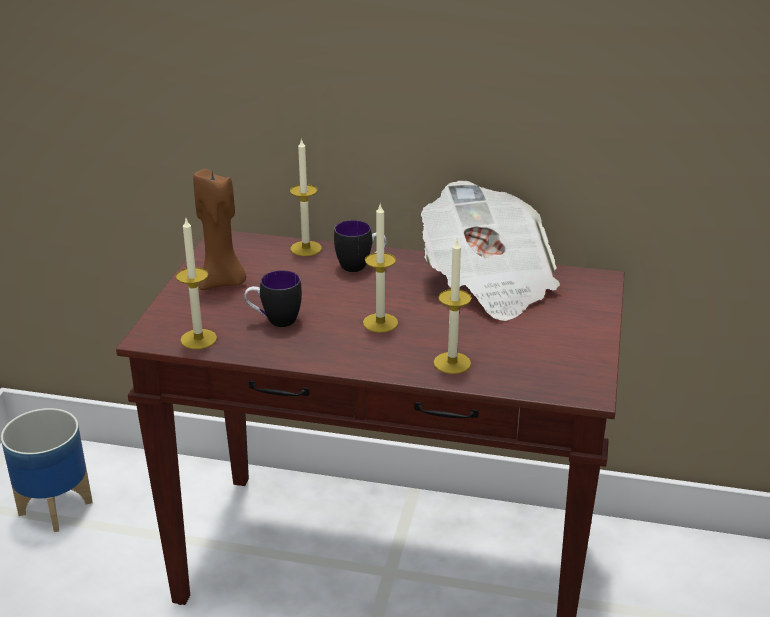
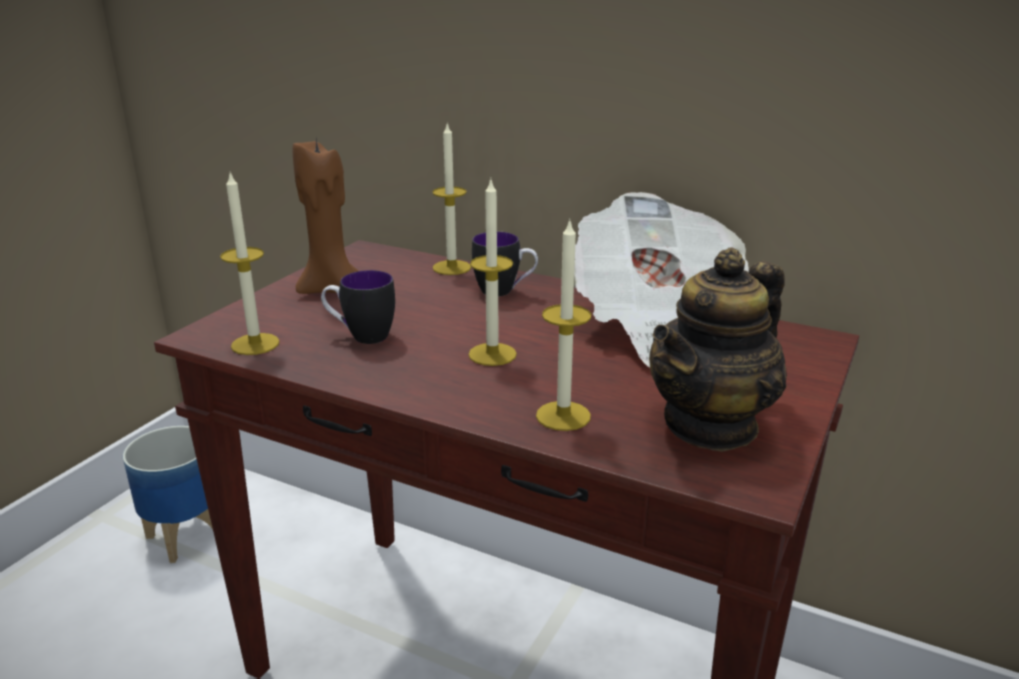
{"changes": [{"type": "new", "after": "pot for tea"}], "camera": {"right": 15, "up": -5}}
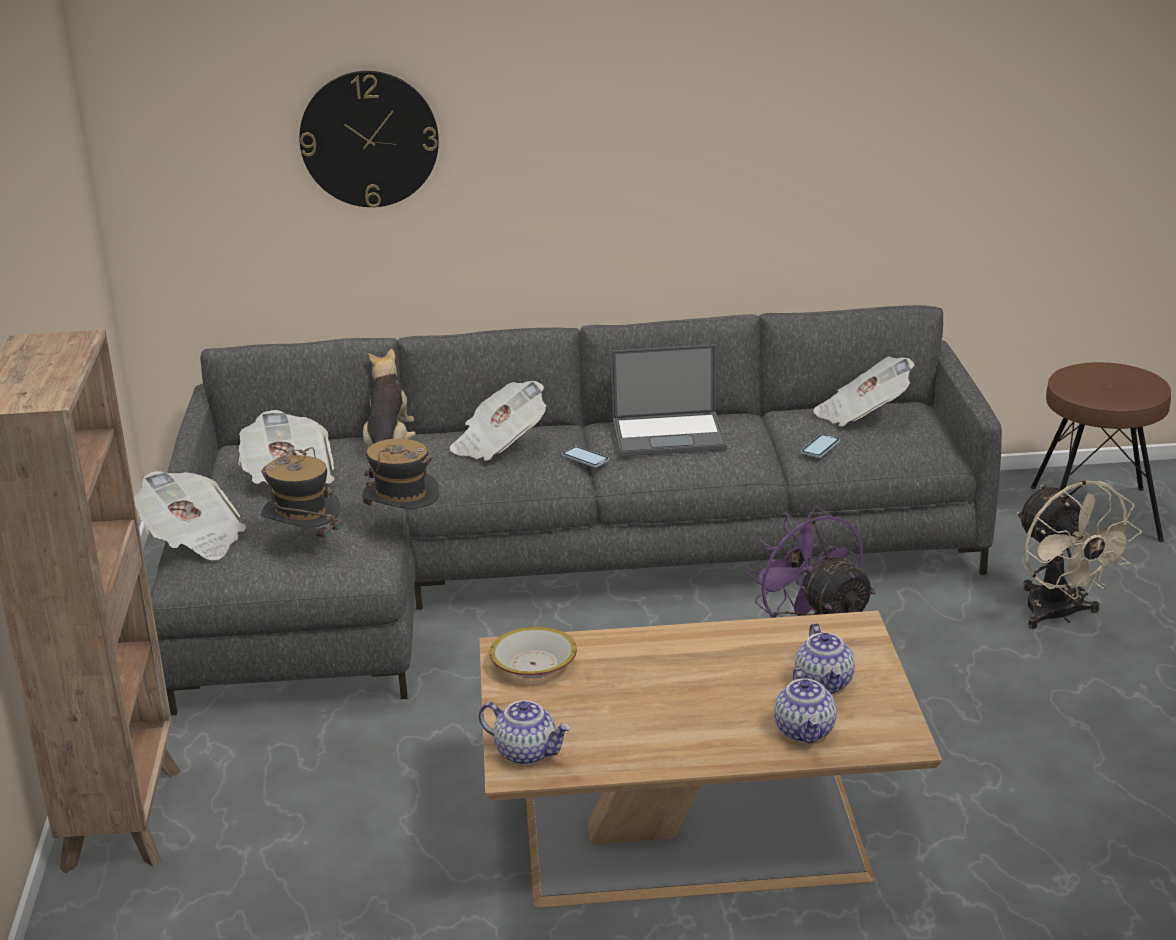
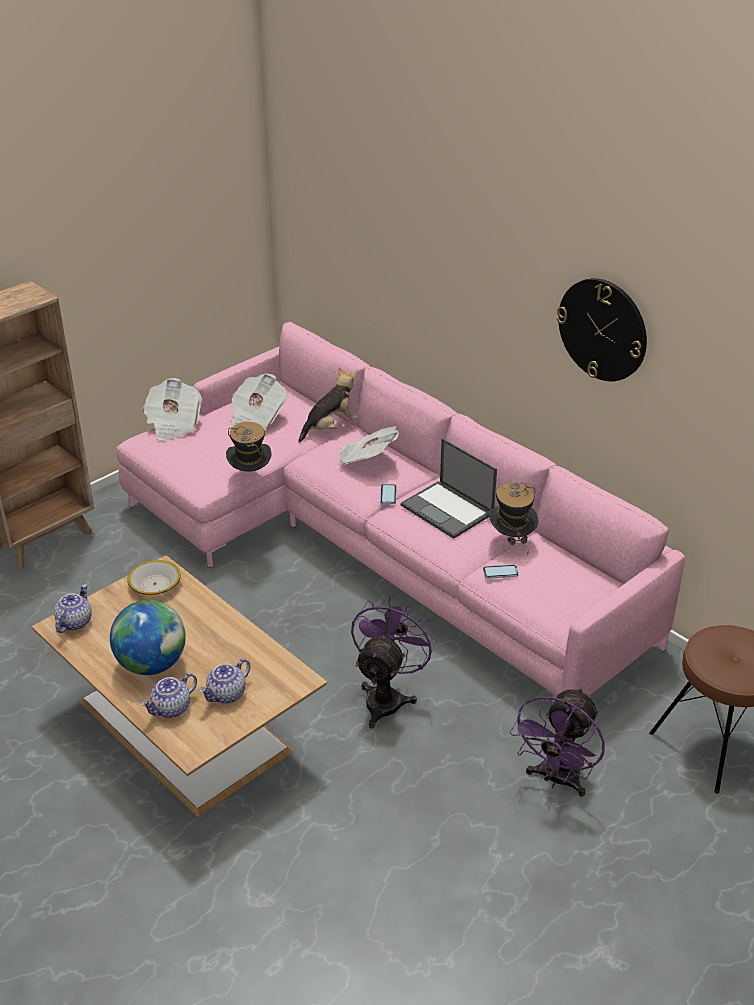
{"changes": [{"type": "shifted", "before": "clock on the wall"}, {"type": "repainted", "before": "couch (gray)", "after": "couch (pinkish)"}, {"type": "gone", "before": "daily paper (no. 4 from left)"}, {"type": "shifted", "before": "clothing hat (no. 1 from left in the first image)", "after": "clothing hat (no. 2 from left)"}, {"type": "repainted", "before": "cooling fan (beige-coloured)", "after": "cooling fan (purple) (no. 2 from left)"}, {"type": "rotated", "before": "pot for tea (no. 1 from left)", "turn": -150}, {"type": "new", "after": "globe"}], "camera": {"right": 50, "up": 10}}
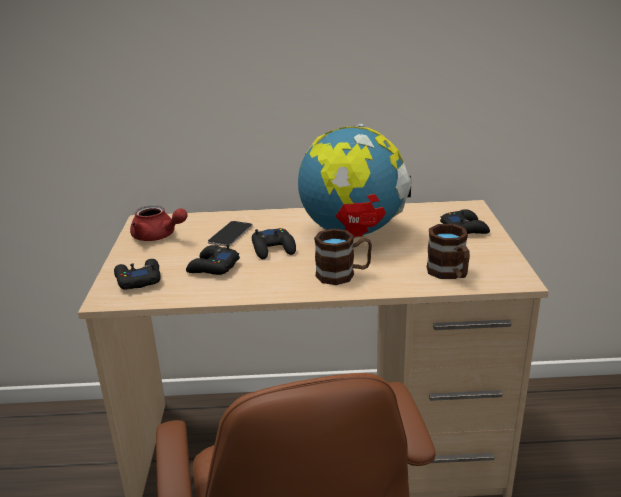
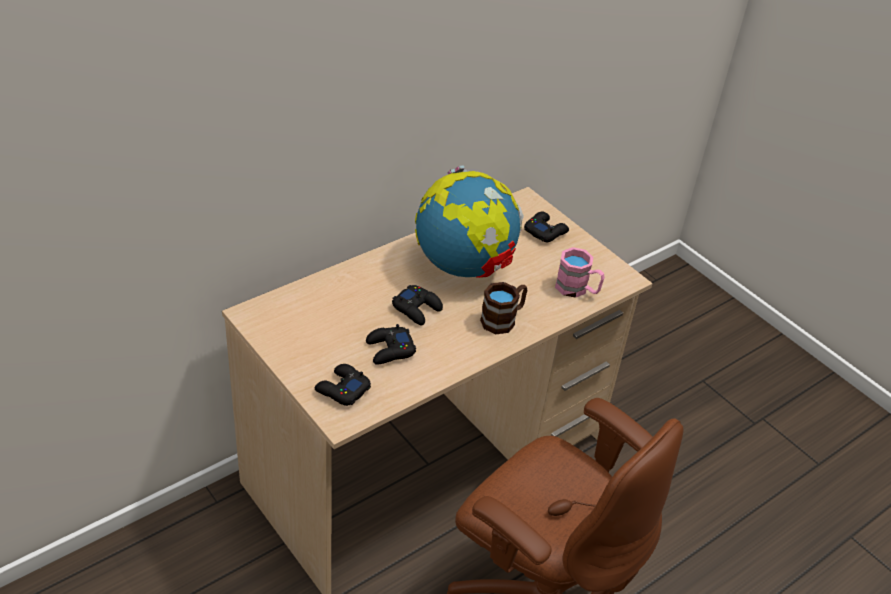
{"changes": [{"type": "gone", "before": "pot for tea (red-coloured)"}, {"type": "gone", "before": "handset"}, {"type": "repainted", "before": "tea mug (brownish) (no. 2 from left)", "after": "tea mug (pinkish)"}], "camera": {"right": -40, "up": 15}}
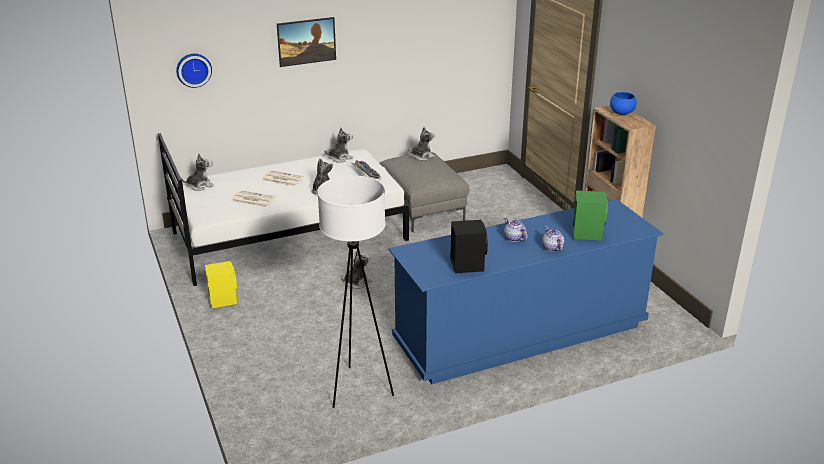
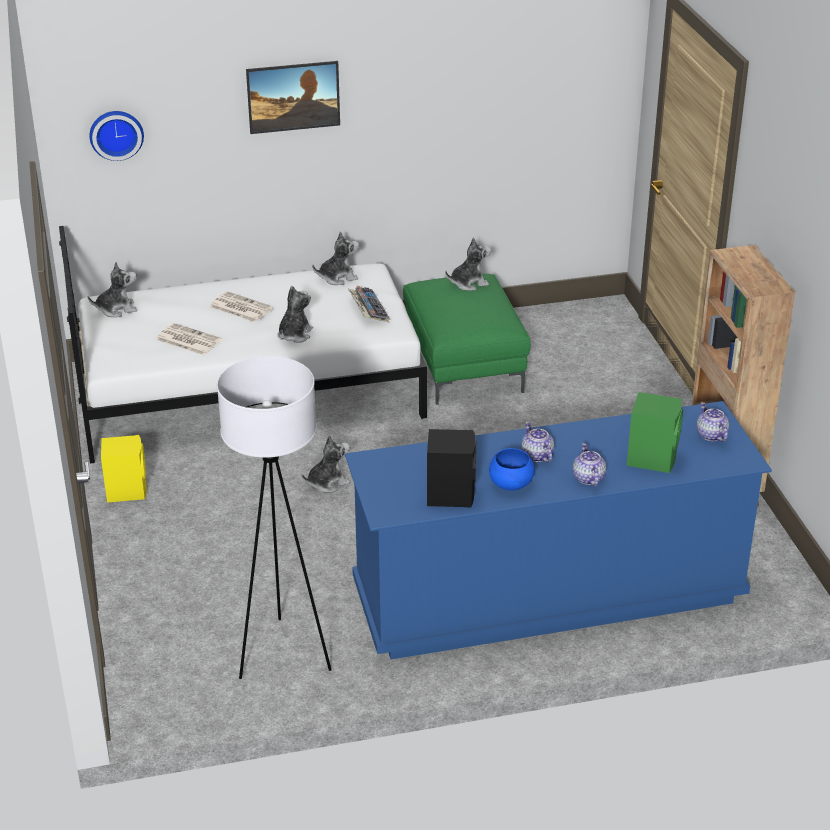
{"changes": [{"type": "shifted", "before": "deep dish (blue)"}, {"type": "repainted", "before": "footrest (gray)", "after": "footrest (green-coloured)"}, {"type": "new", "after": "pot for tea (no. 3 from left)"}], "camera": {"right": 10, "up": 5}}
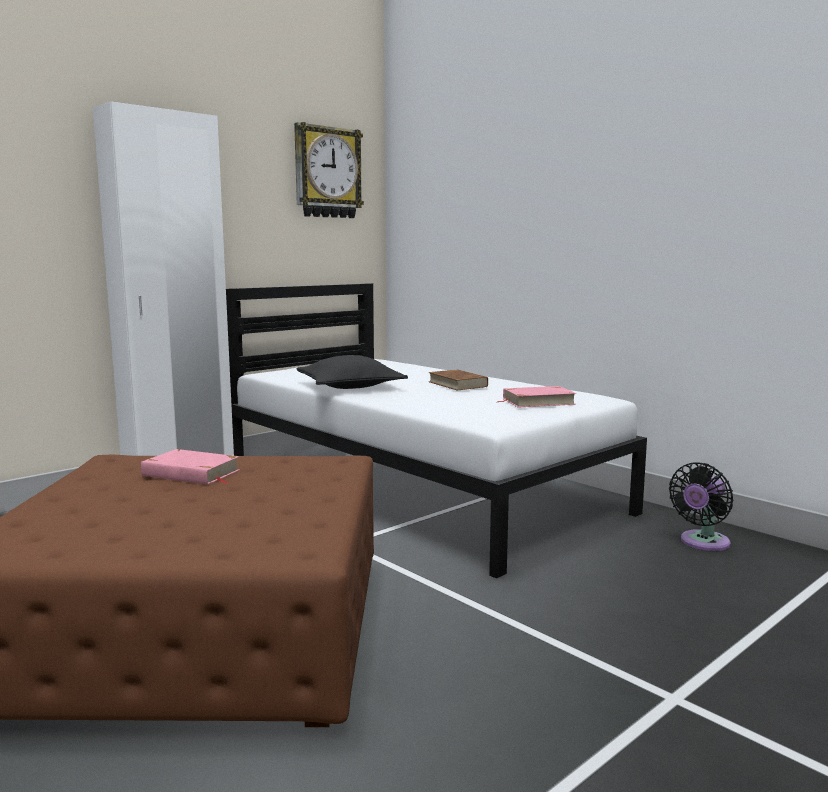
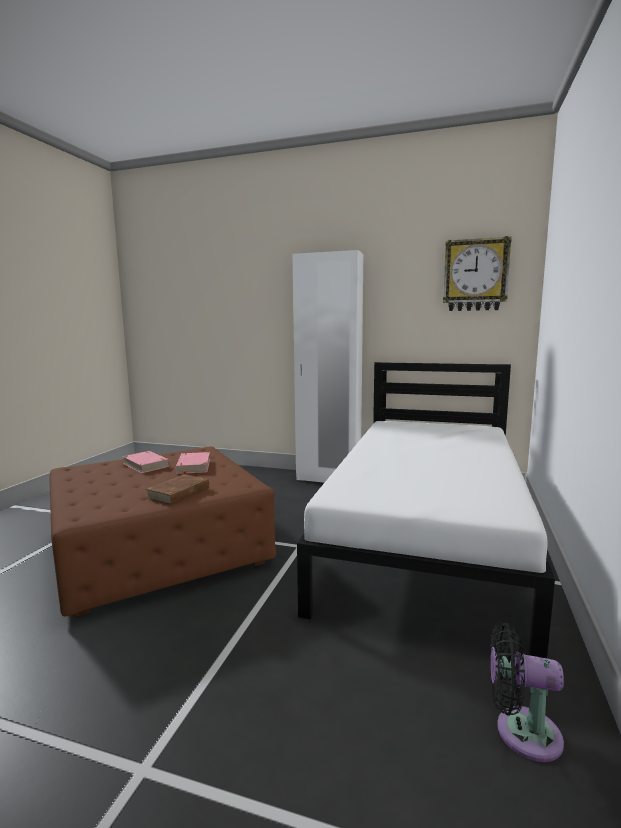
{"changes": [{"type": "gone", "before": "throw pillow (black-coloured)"}, {"type": "shifted", "before": "bound book (brownish)"}, {"type": "shifted", "before": "bound book (pinkish) (no. 2 from left in the first image)", "after": "bound book (pinkish) (no. 1 from left)"}], "camera": {"right": 60, "up": 0}}
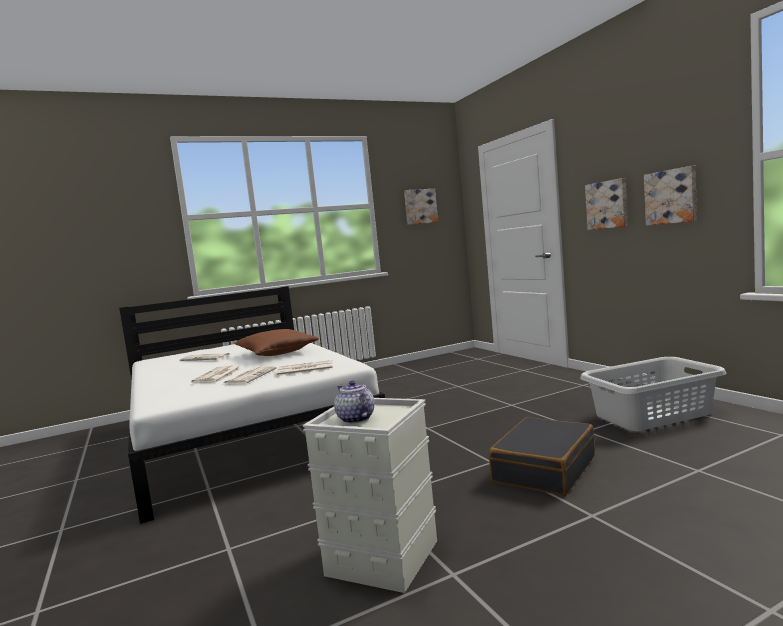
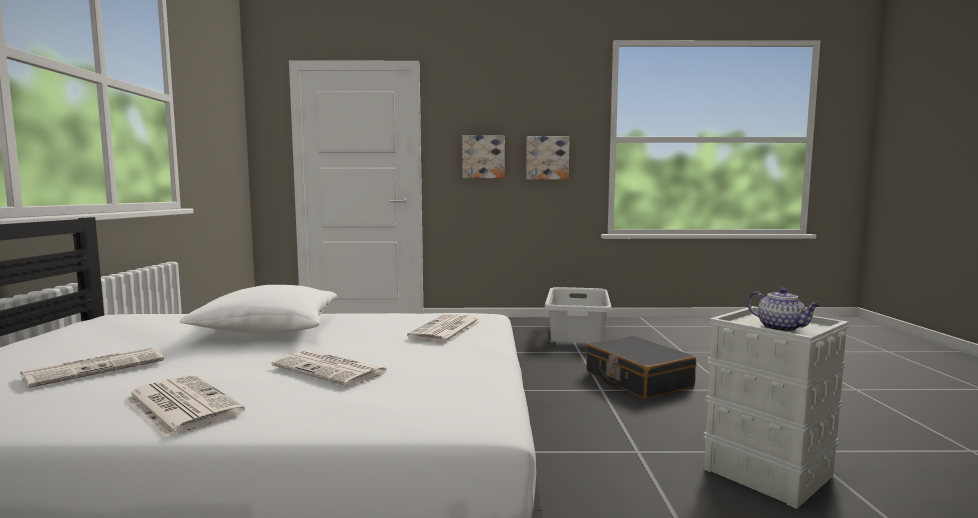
{"changes": [{"type": "gone", "before": "picture (no. 1 from left)"}, {"type": "repainted", "before": "throw pillow (brownish)", "after": "throw pillow (white)"}, {"type": "shifted", "before": "daily paper (no. 3 from left in the first image)", "after": "daily paper (no. 2 from left)"}, {"type": "rotated", "before": "pot for tea", "turn": -120}], "camera": {"right": -65, "up": 0}}
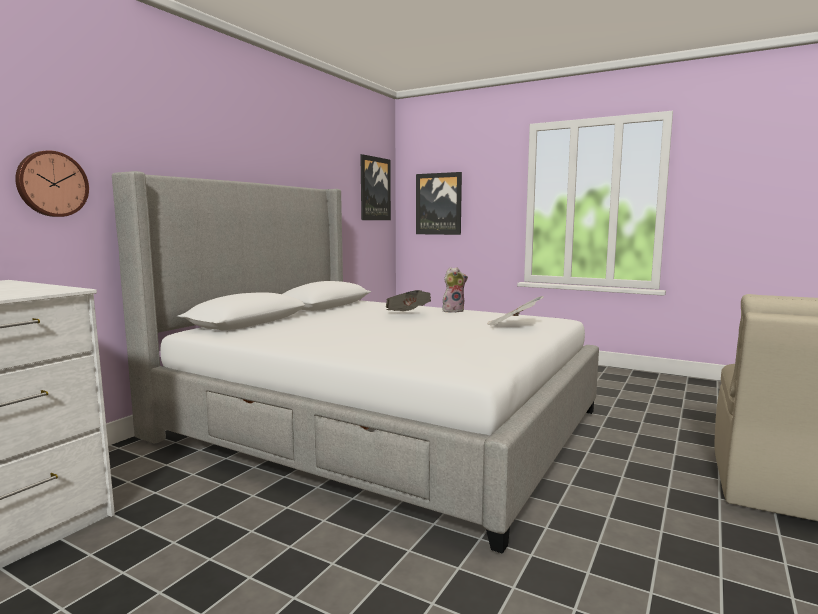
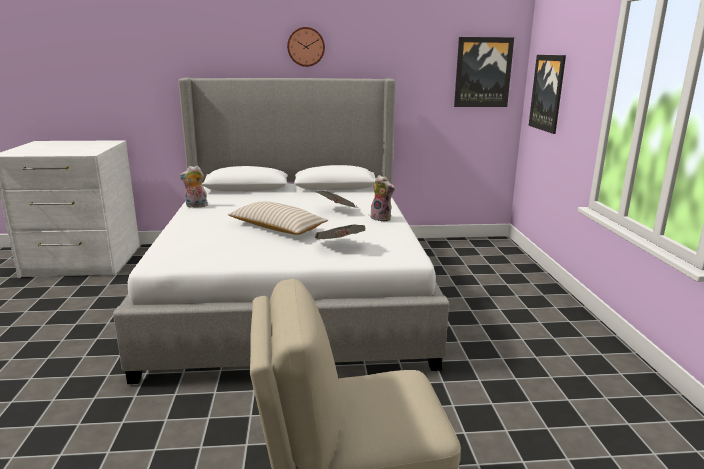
{"changes": [{"type": "shifted", "before": "clock on the wall"}, {"type": "new", "after": "soft toy (no. 1 from left)"}, {"type": "new", "after": "throw pillow (beige-coloured)"}], "camera": {"right": 55, "up": 10}}
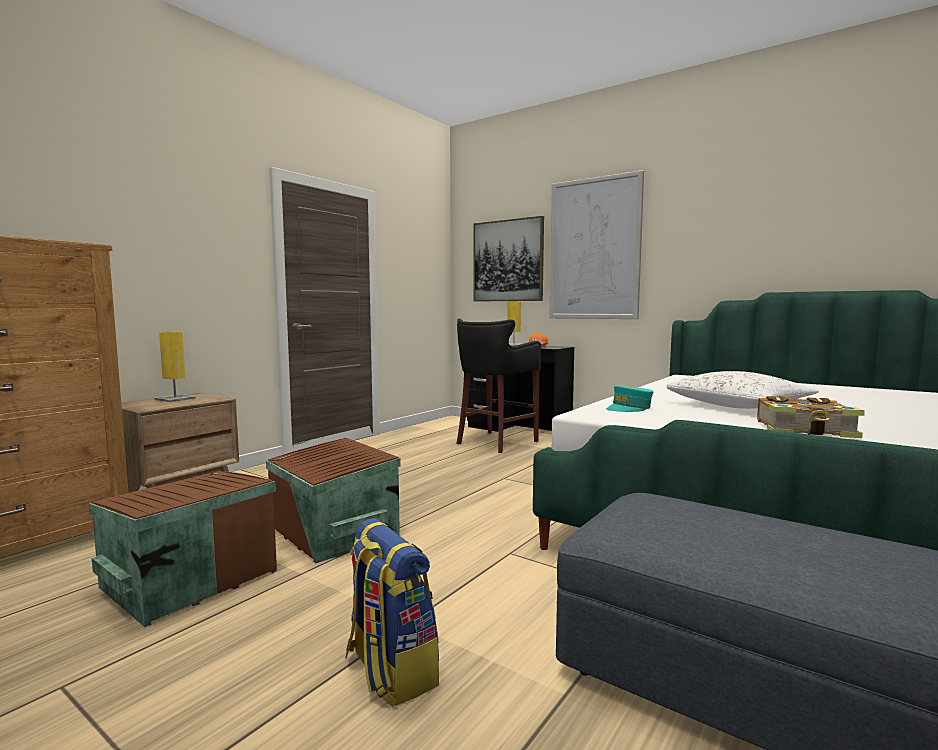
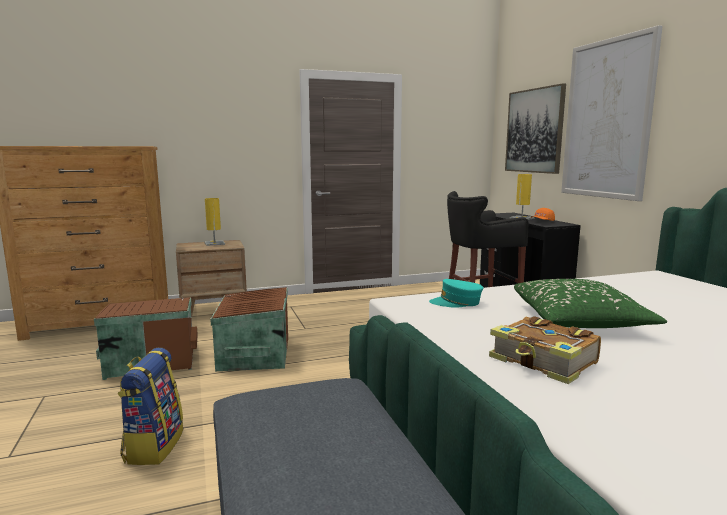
{"changes": [{"type": "repainted", "before": "throw pillow (white)", "after": "throw pillow (green-coloured)"}], "camera": {"right": 35, "up": 5}}
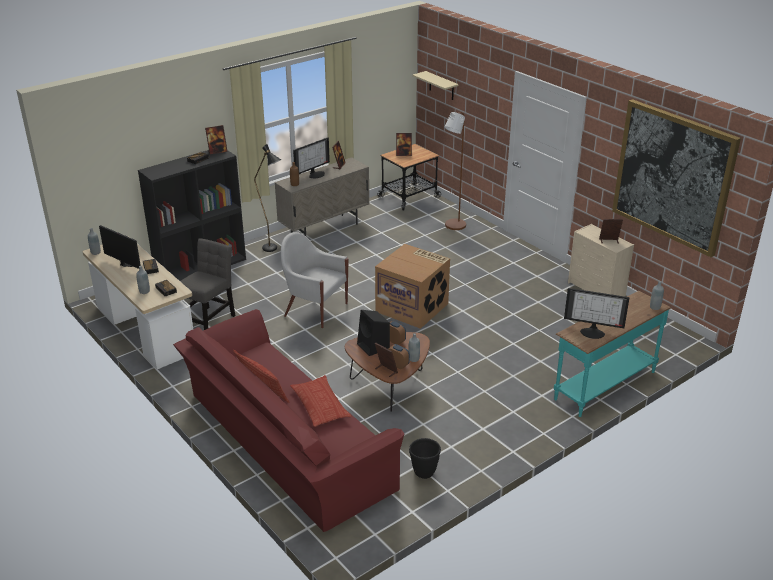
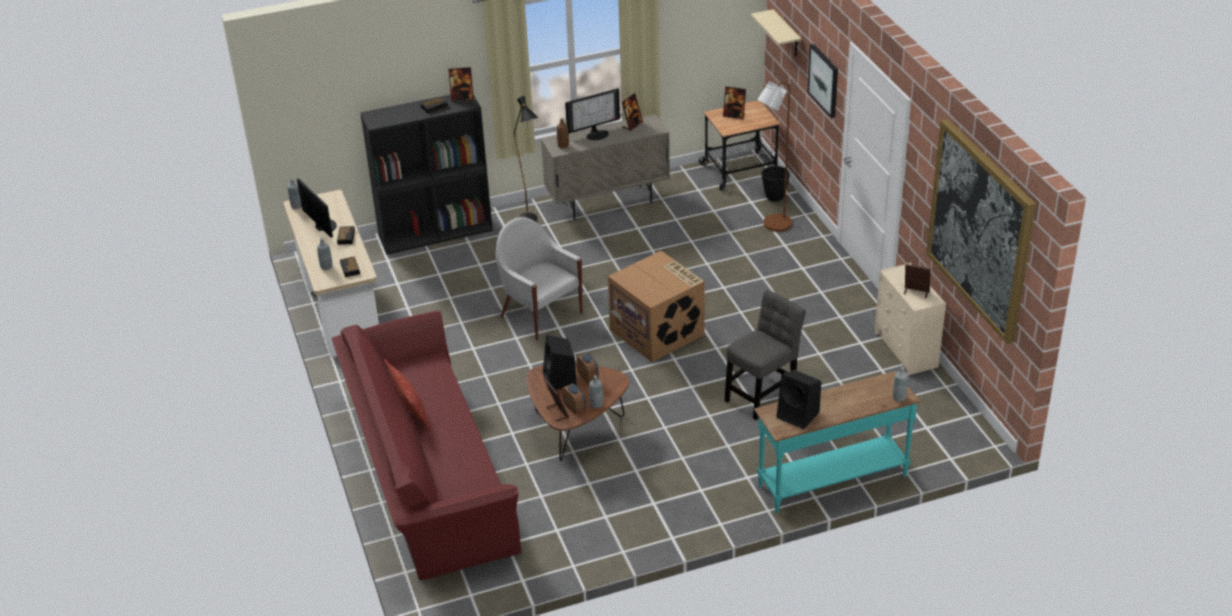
{"changes": [{"type": "shifted", "before": "upright chair (gray)"}, {"type": "swapped", "before": "monitor (no. 3 from left)", "after": "speaker (black-coloured) (no. 2 from left)"}, {"type": "gone", "before": "throw pillow (no. 2 from left)"}, {"type": "shifted", "before": "planter (black-coloured)"}, {"type": "new", "after": "picture (no. 1 from left)"}], "camera": {"right": 20, "up": 5}}
